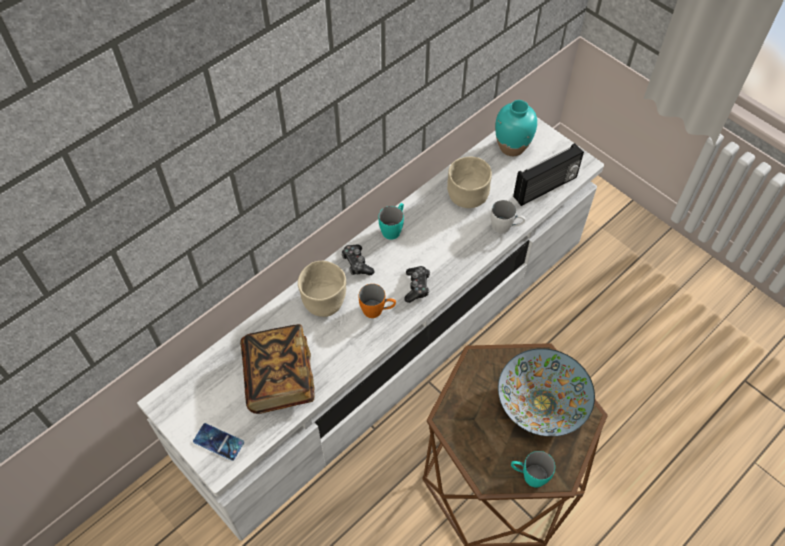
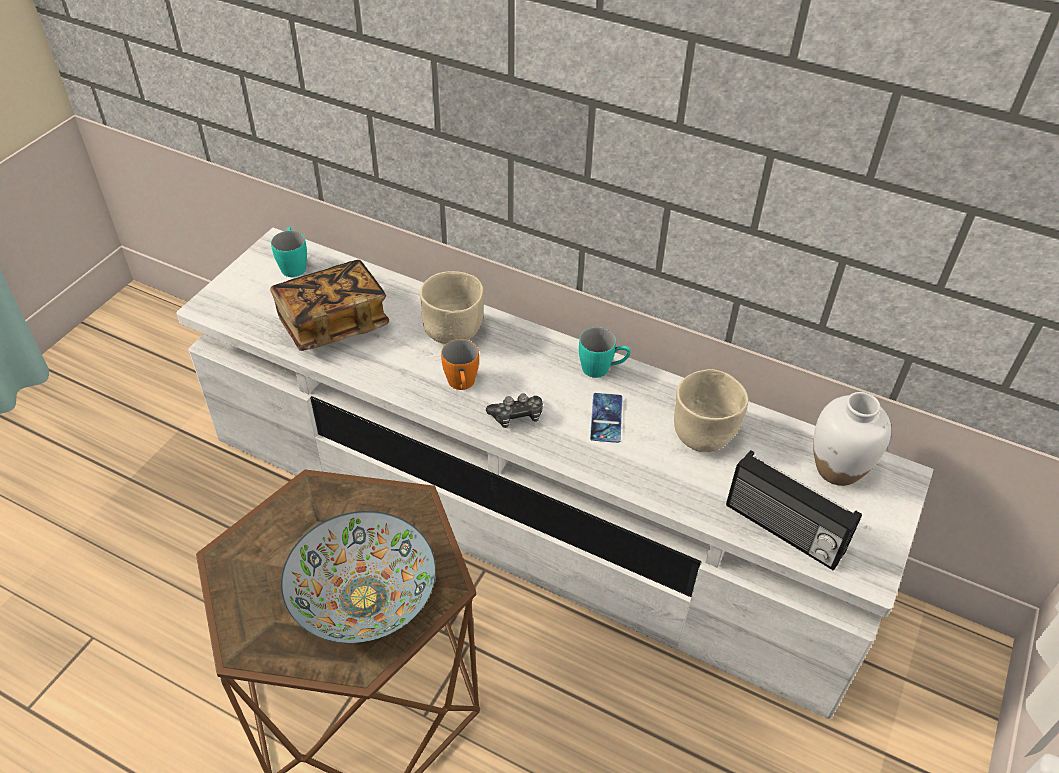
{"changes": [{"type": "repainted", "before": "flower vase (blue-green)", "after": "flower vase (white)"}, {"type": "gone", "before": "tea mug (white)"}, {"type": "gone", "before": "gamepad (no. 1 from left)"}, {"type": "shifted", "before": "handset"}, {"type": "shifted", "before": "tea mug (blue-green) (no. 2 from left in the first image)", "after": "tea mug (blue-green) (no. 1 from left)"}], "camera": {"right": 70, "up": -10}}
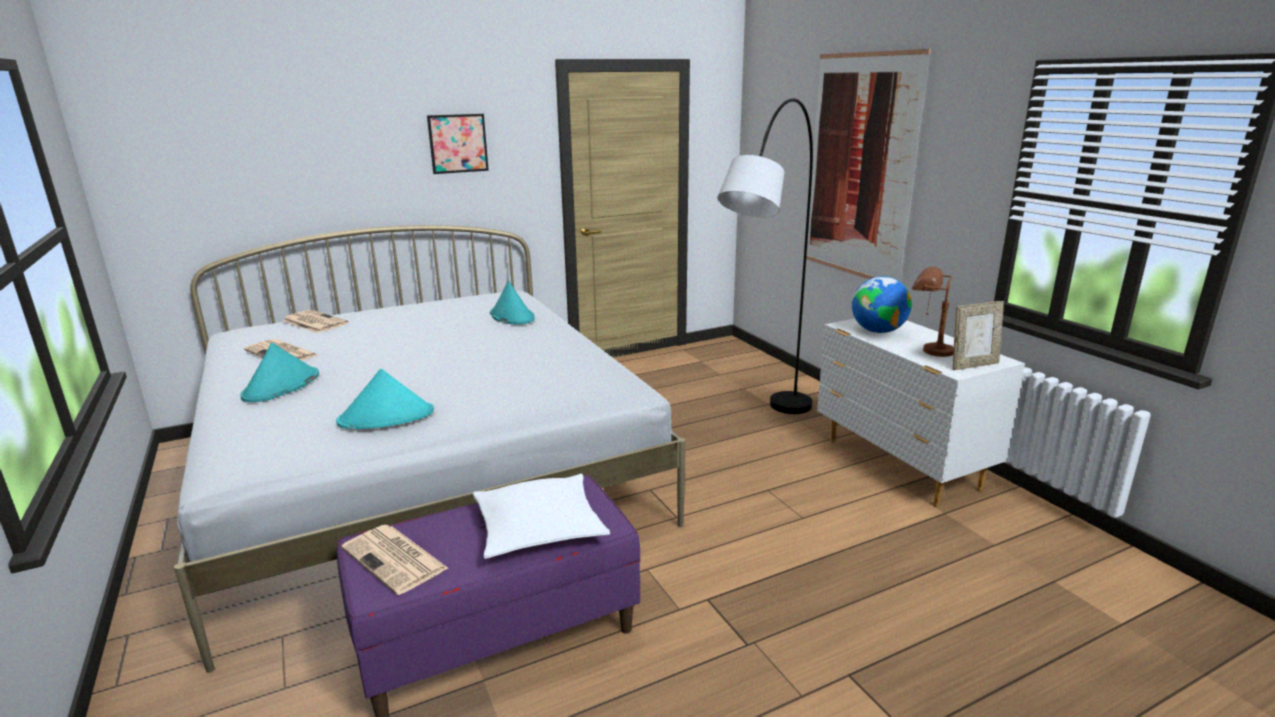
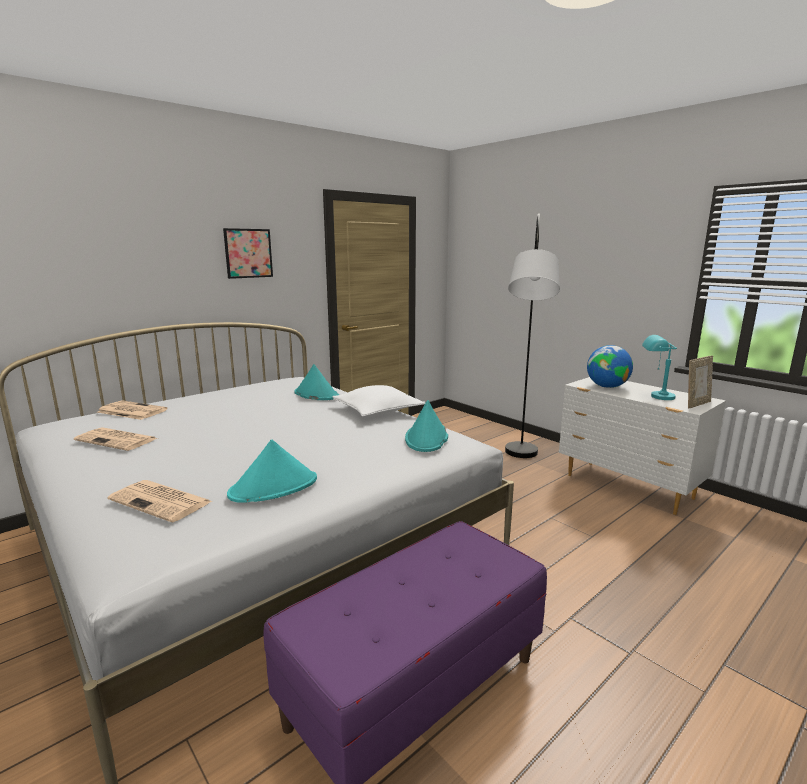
{"changes": [{"type": "gone", "before": "picture (no. 2 from left)"}, {"type": "repainted", "before": "table lamp (brownish)", "after": "table lamp (blue-green)"}, {"type": "shifted", "before": "clothing hat (blue-green) (no. 1 from left in the first image)", "after": "clothing hat (blue-green) (no. 3 from left)"}, {"type": "shifted", "before": "throw pillow (white)"}, {"type": "shifted", "before": "daily paper (no. 3 from left)"}], "camera": {"right": -15, "up": -5}}
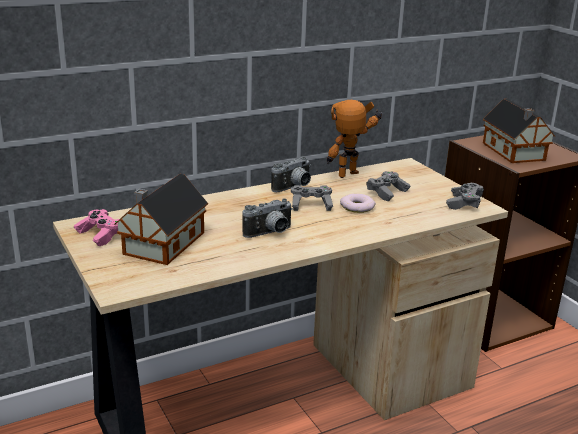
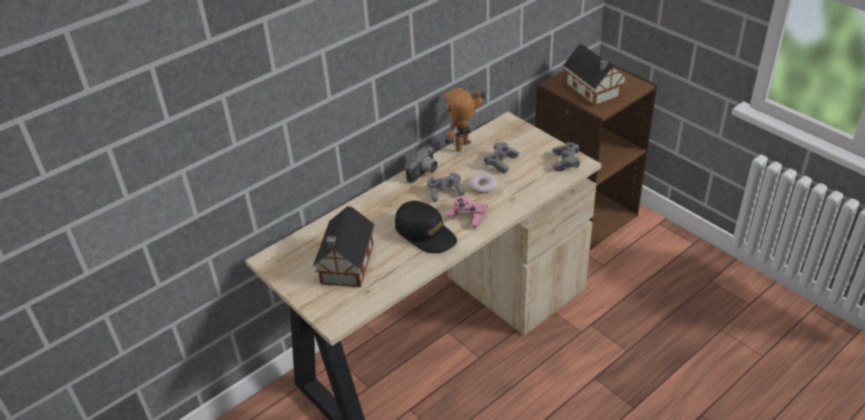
{"changes": [{"type": "swapped", "before": "photo camera (no. 1 from left)", "after": "peaked cap (black-coloured)"}, {"type": "shifted", "before": "gamepad (pinkish)"}], "camera": {"right": -10, "up": 15}}
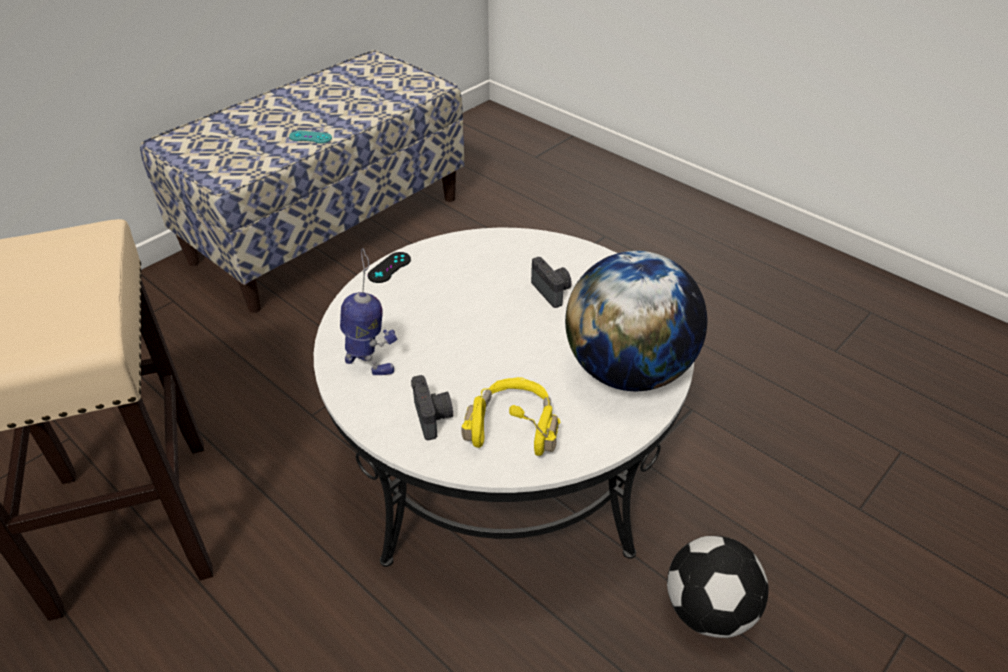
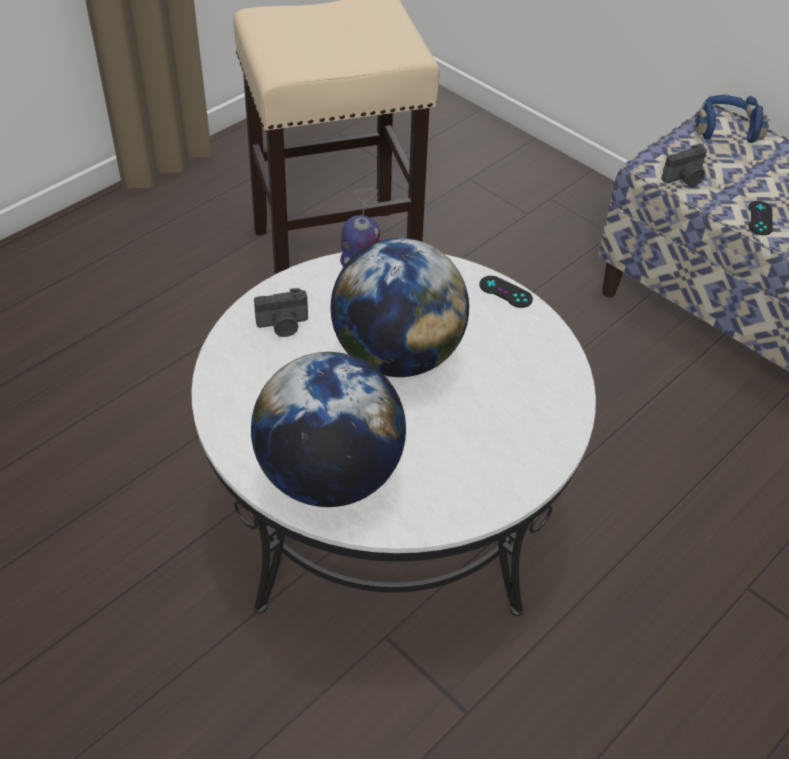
{"changes": [{"type": "repainted", "before": "gamepad (blue-green)", "after": "gamepad (black-coloured) (no. 2 from left)"}, {"type": "shifted", "before": "photo camera (no. 2 from left)"}, {"type": "gone", "before": "headset (yellow)"}, {"type": "gone", "before": "ball for football"}, {"type": "new", "after": "headset (blue)"}, {"type": "new", "after": "globe (no. 2 from left)"}], "camera": {"right": 90, "up": 5}}
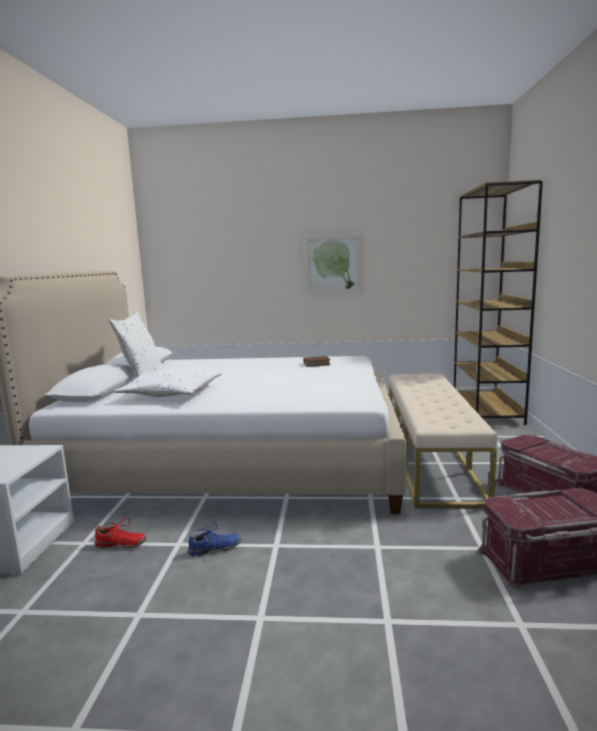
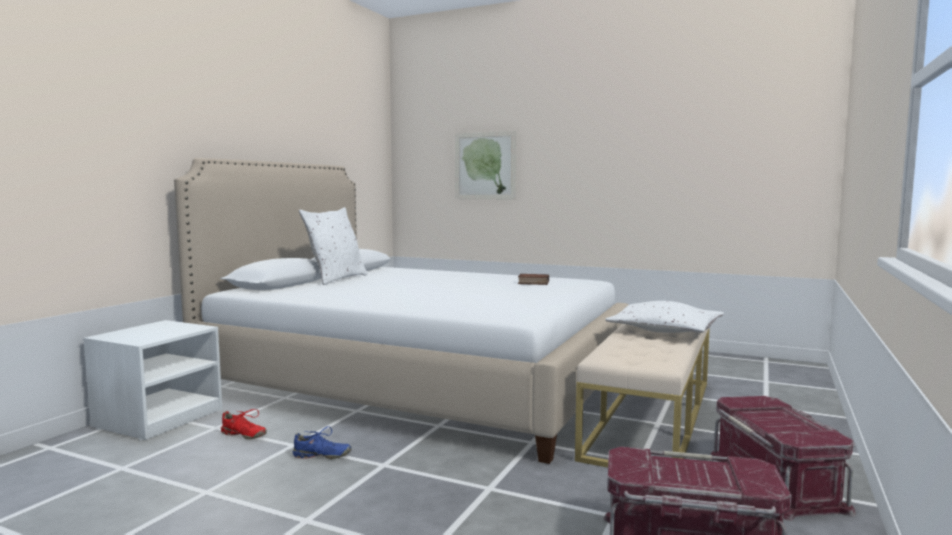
{"changes": [{"type": "gone", "before": "bookshelf (brownish)"}, {"type": "shifted", "before": "picture"}, {"type": "shifted", "before": "throw pillow (white) (no. 2 from left)"}], "camera": {"right": 20, "up": -5}}
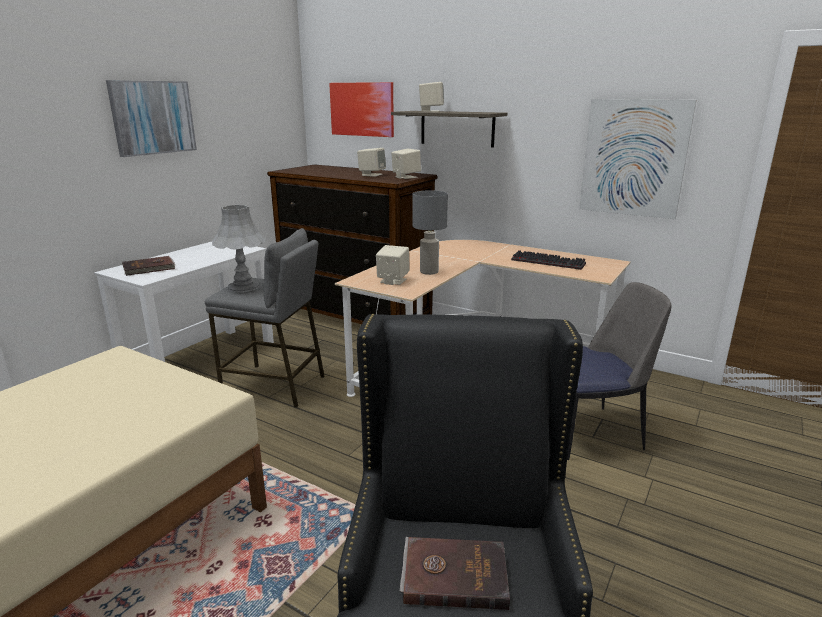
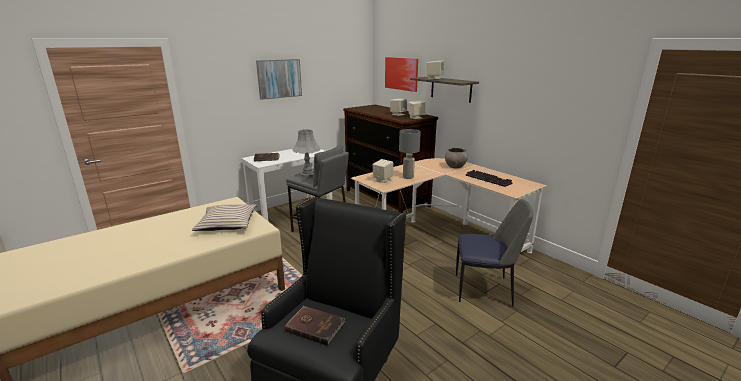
{"changes": [{"type": "gone", "before": "picture (no. 3 from left)"}, {"type": "new", "after": "deep dish (gray)"}, {"type": "new", "after": "throw pillow (beige-coloured)"}], "camera": {"right": 20, "up": 0}}
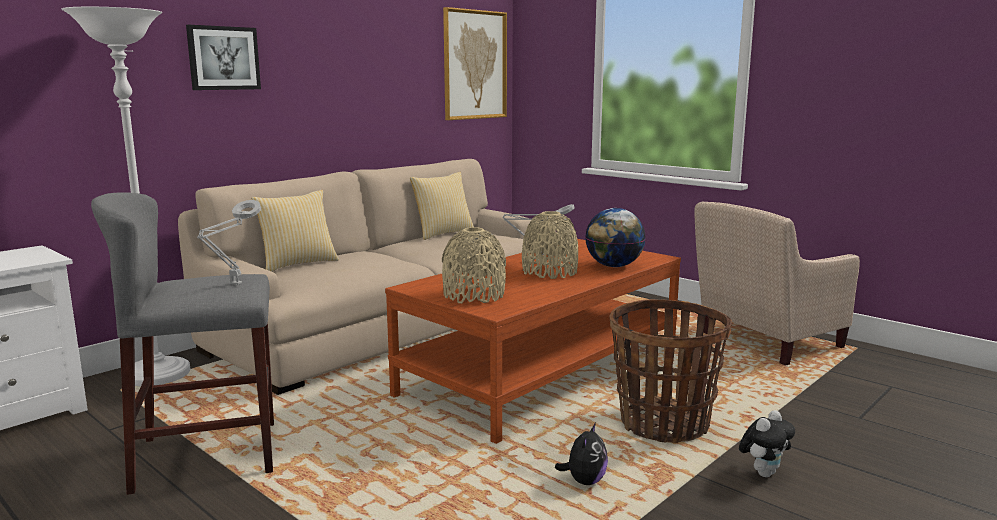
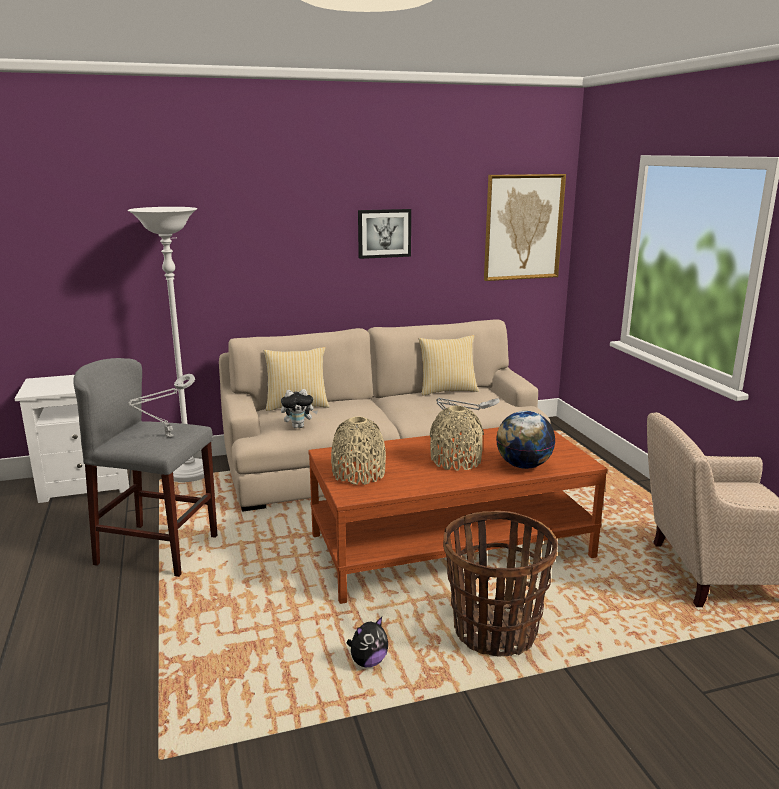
{"changes": [{"type": "shifted", "before": "picture (no. 1 from left)"}, {"type": "shifted", "before": "soft toy (no. 2 from left in the first image)", "after": "soft toy (no. 1 from left)"}], "camera": {"right": 30, "up": 5}}
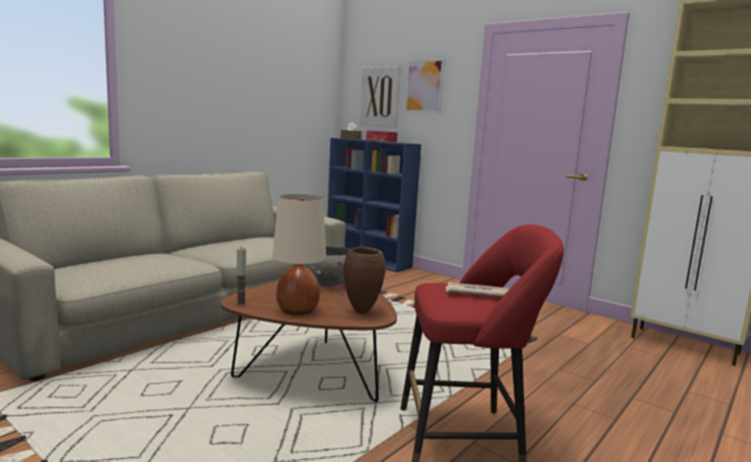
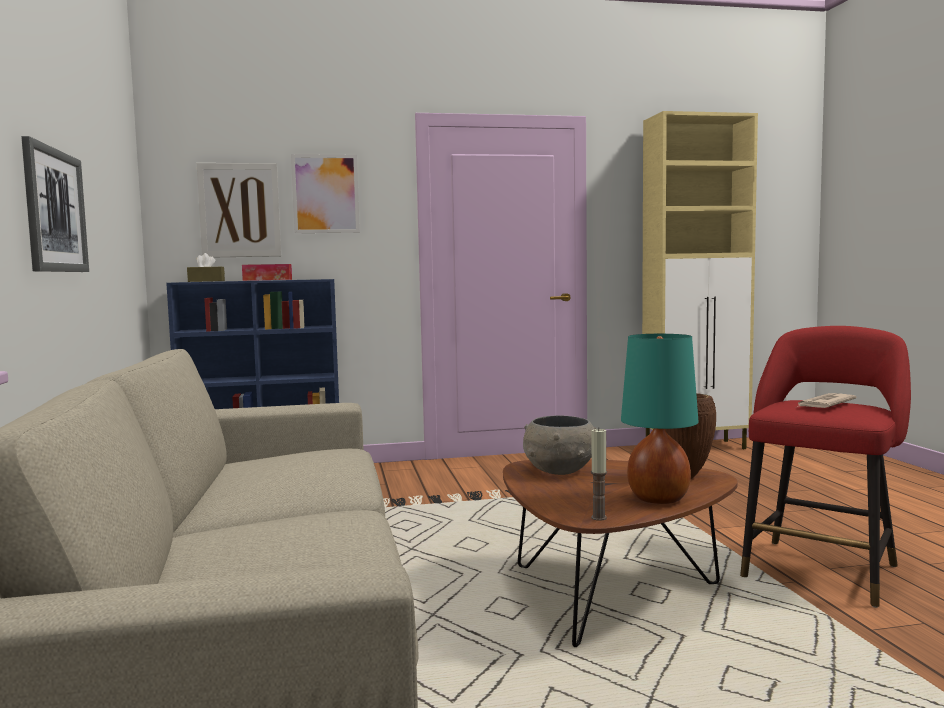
{"changes": [{"type": "repainted", "before": "table lamp (beige-coloured)", "after": "table lamp (blue-green)"}, {"type": "new", "after": "picture (no. 1 from left)"}], "camera": {"right": -50, "up": -5}}
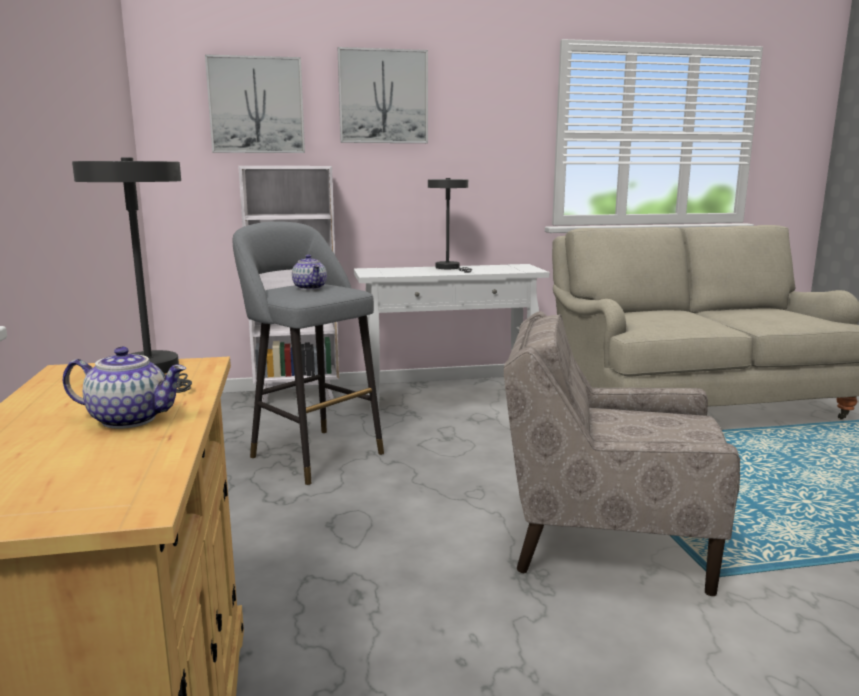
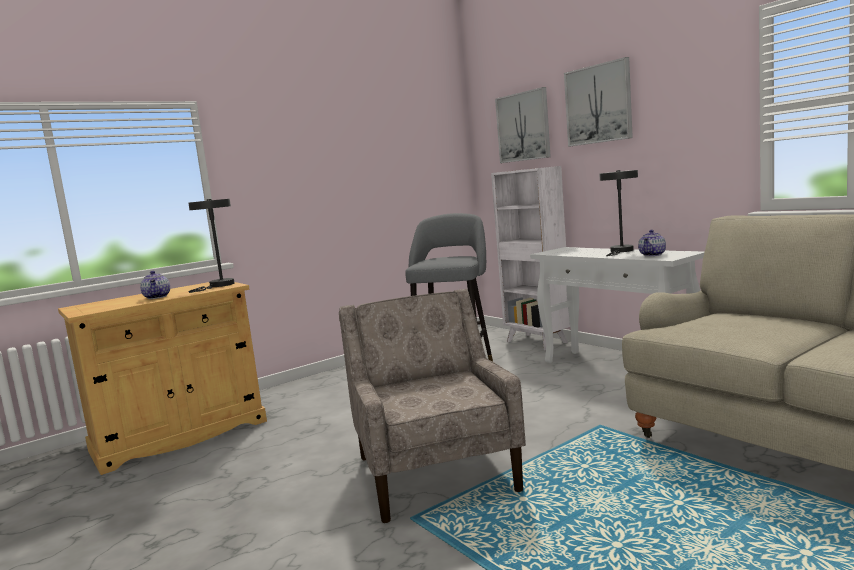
{"changes": [{"type": "shifted", "before": "pot for tea (no. 2 from left)"}], "camera": {"right": 65, "up": -5}}
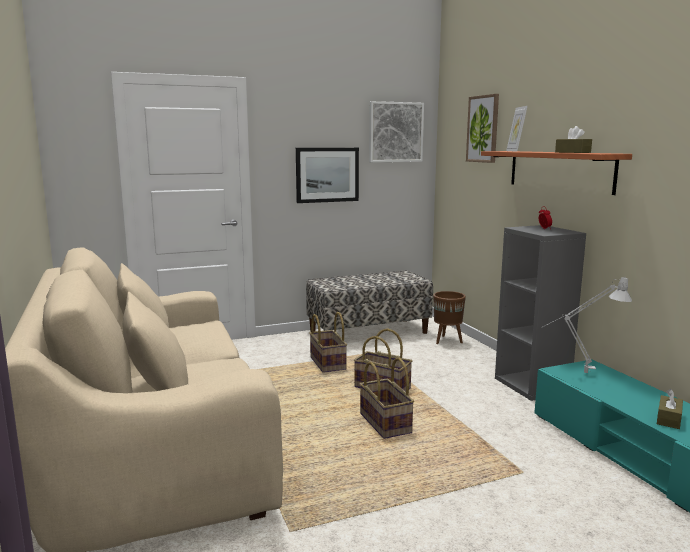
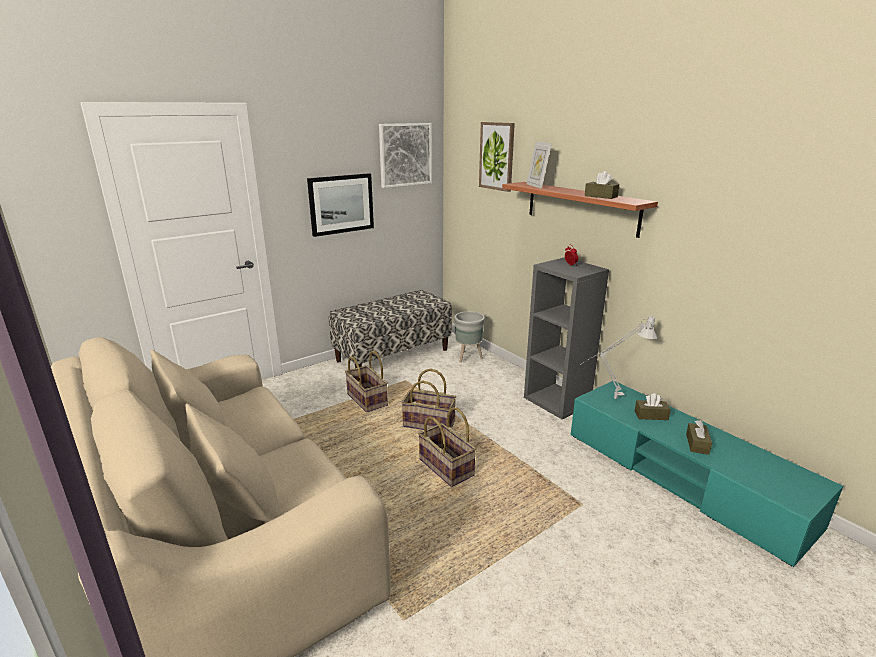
{"changes": [{"type": "repainted", "before": "planter (brownish)", "after": "planter (gray)"}, {"type": "new", "after": "box of tissues (brownish) (no. 2 from left)"}], "camera": {"right": -15, "up": 10}}
